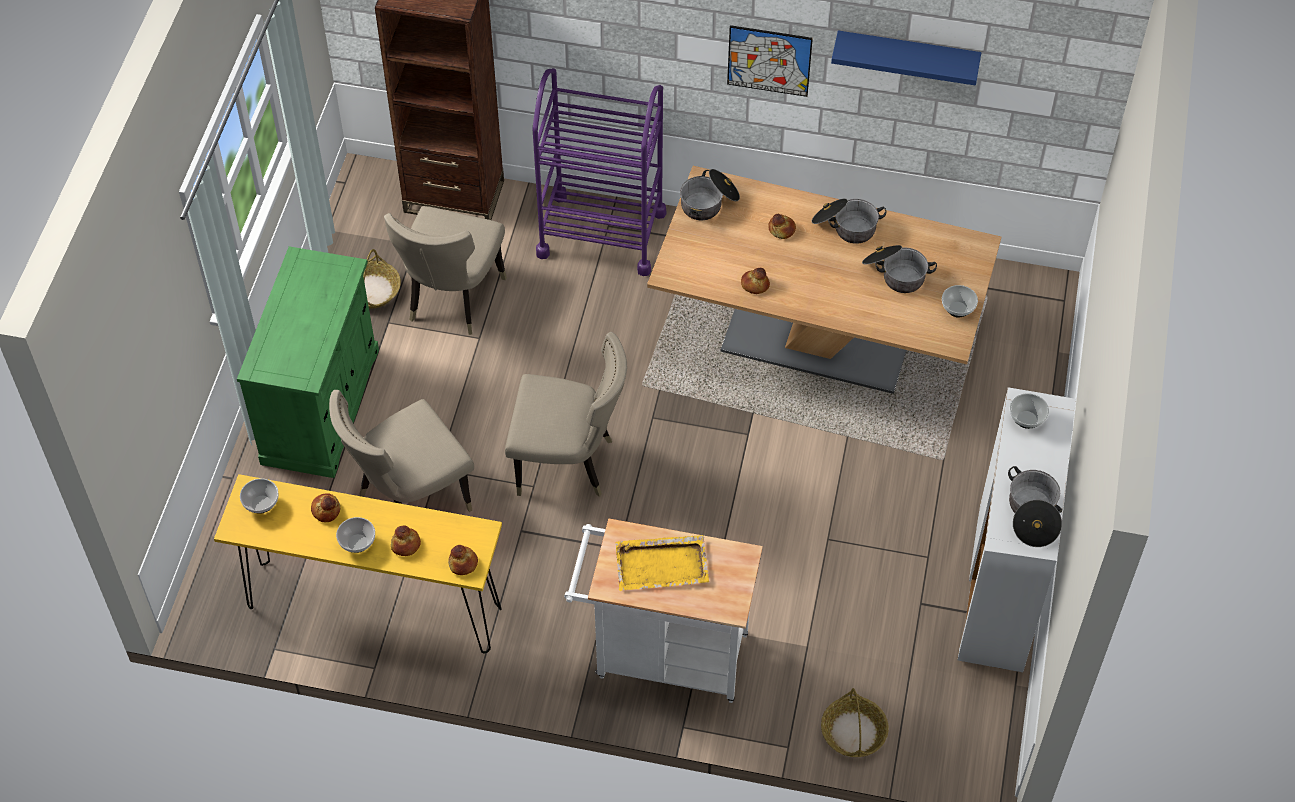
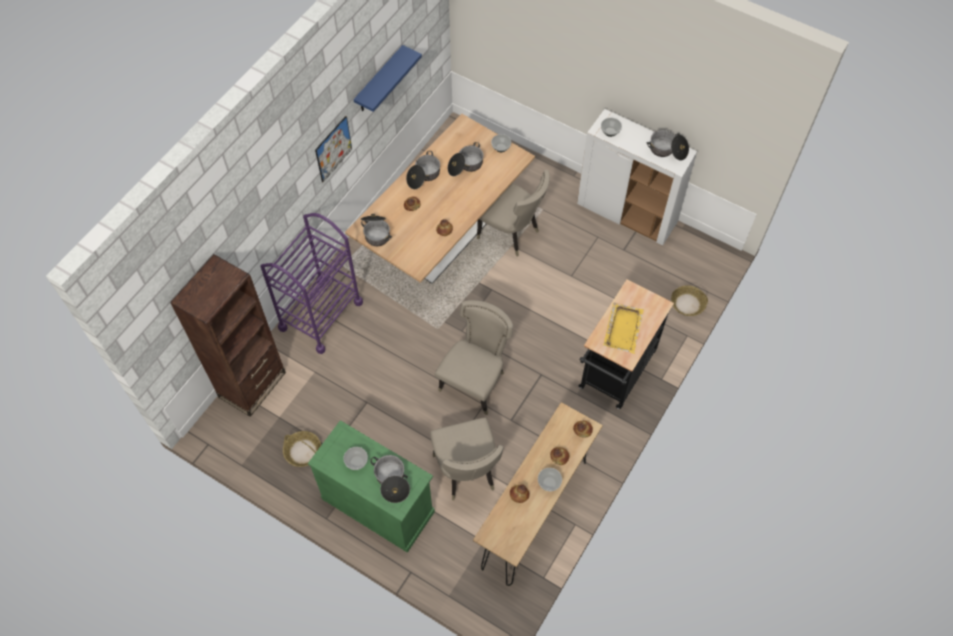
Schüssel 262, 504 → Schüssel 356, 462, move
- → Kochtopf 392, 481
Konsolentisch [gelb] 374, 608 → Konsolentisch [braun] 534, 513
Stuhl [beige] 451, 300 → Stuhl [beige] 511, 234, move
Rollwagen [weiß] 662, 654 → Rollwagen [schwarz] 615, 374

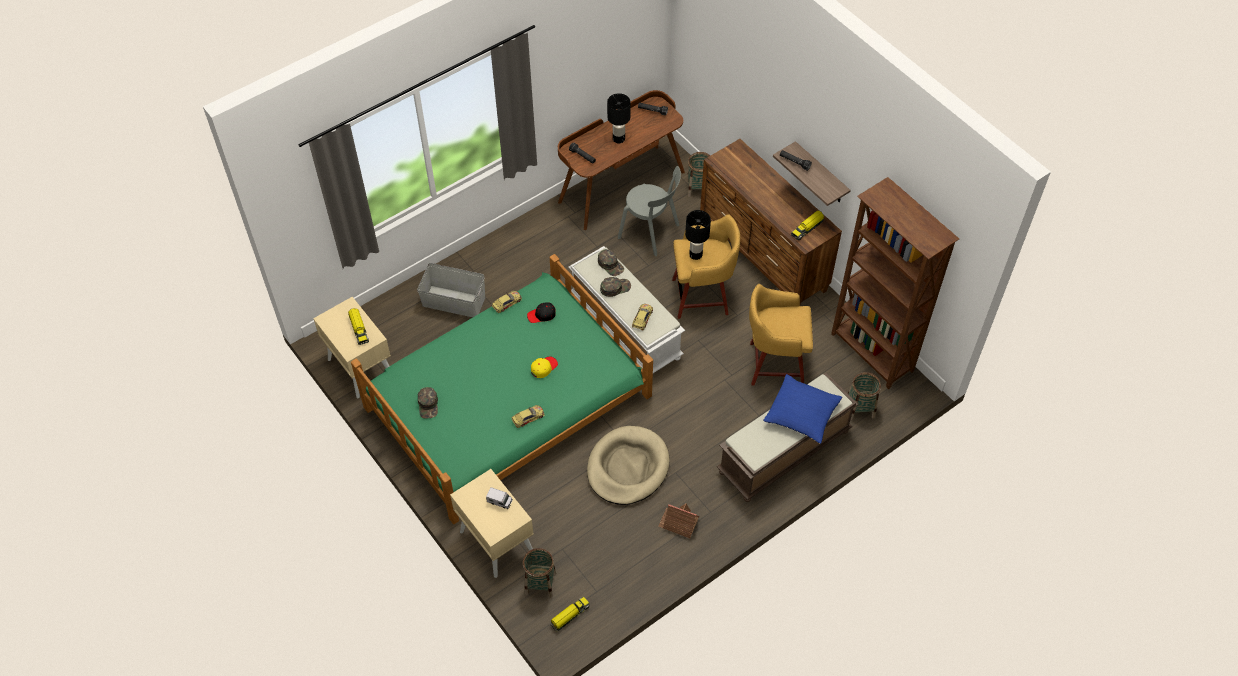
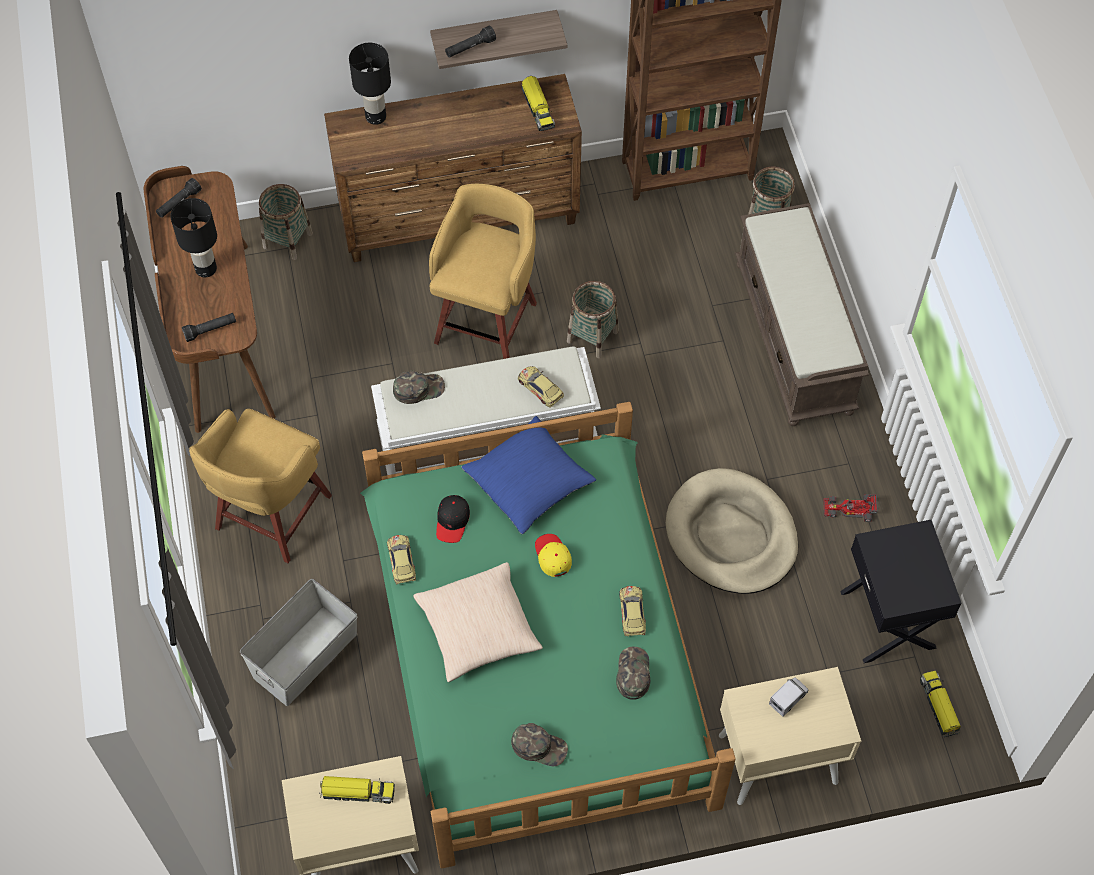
Hocker [gelb] 774, 364 → Hocker [gelb] 270, 515, move
Tischlampe [schwarz] 695, 255 → Tischlampe [schwarz] 376, 117, move
- → Kissen [beige] 478, 628
Kissen [blau] 801, 414 → Kissen [blau] 529, 482, move
Korb 540, 583 → Korb 592, 336, move
Kappe [grün] 615, 287 → Kappe [grün] 632, 673, move
Spielzeughaus 679, 523 → Spielzeugauto 849, 509
- → Nachttisch [schwarz] 889, 619
Stuhl [grau] 651, 232 → -

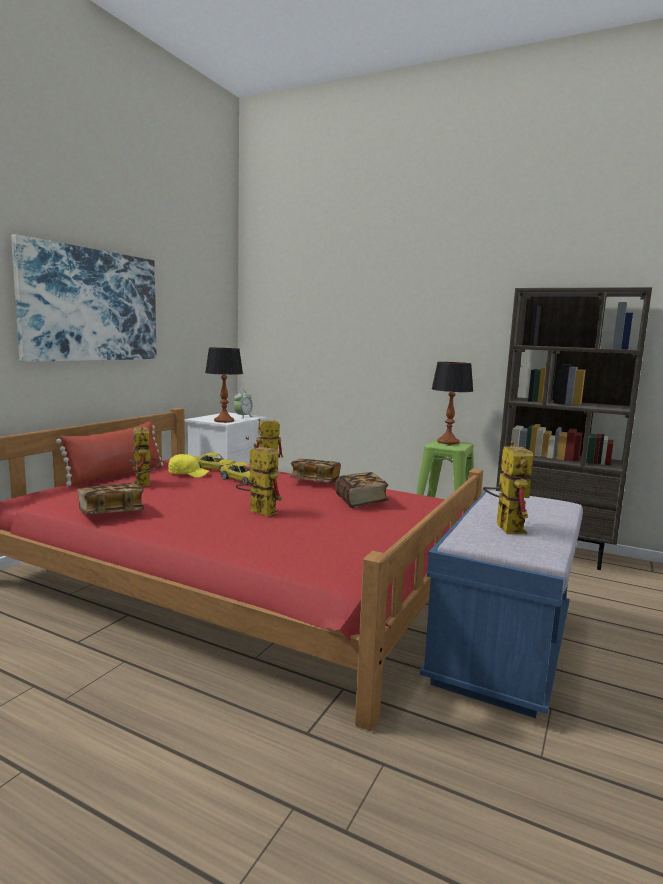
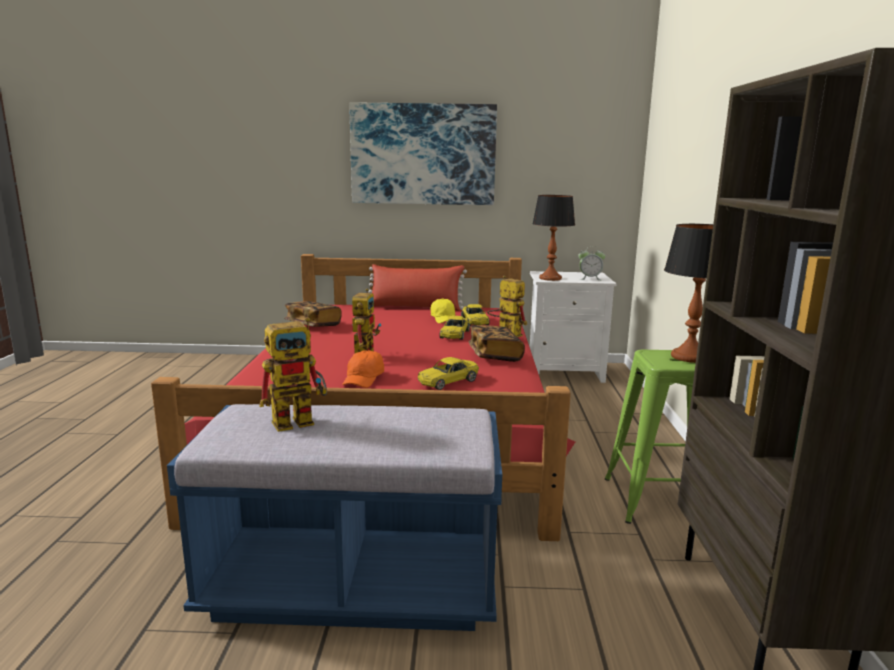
- → Kappe [orange] 363, 379
Buch 361, 502 → Spielzeugauto [gelb] 448, 381
Spielzeugroboter 145, 485 → -

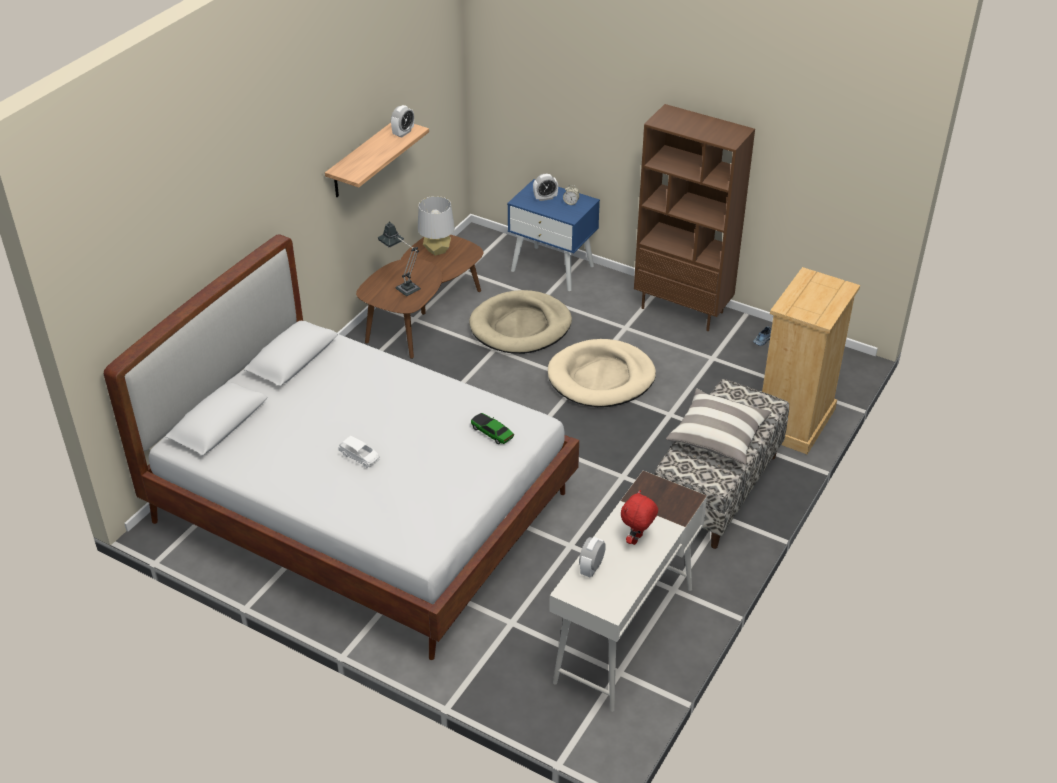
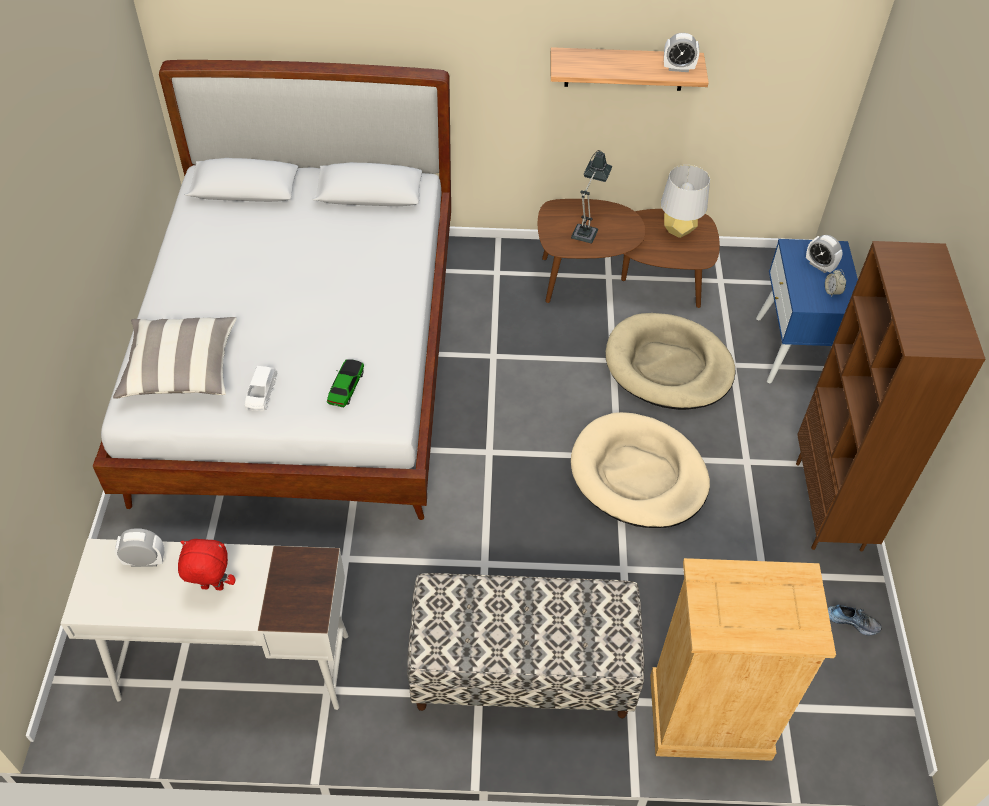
Kissen 718, 437 → Kissen 181, 369, move
Spielzeugauto [weiß] 360, 457 → Spielzeugauto [weiß] 261, 394, move

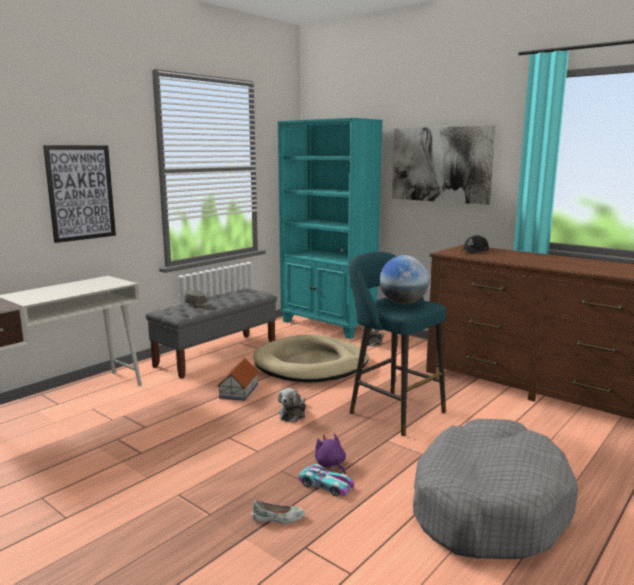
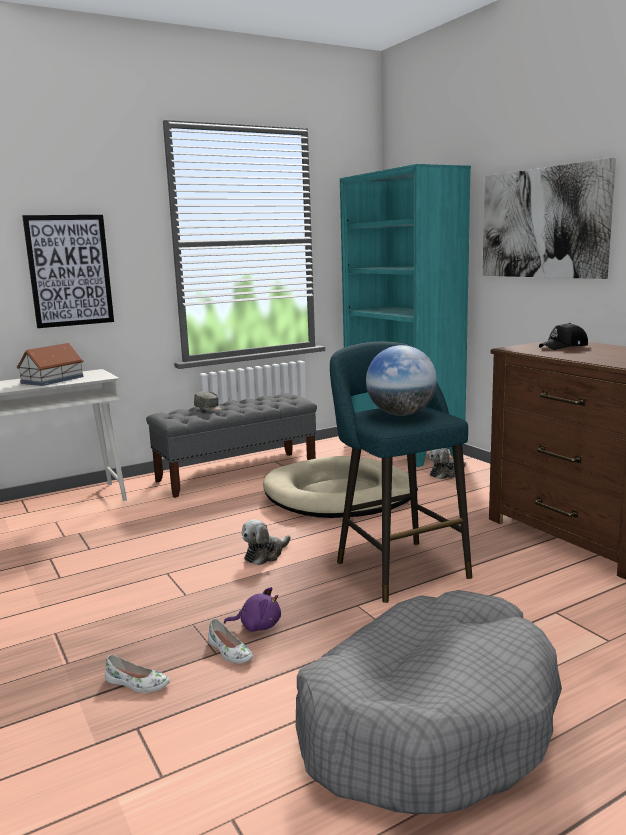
Spielzeughaus 238, 391 → Spielzeughaus 51, 380, move
Spielzeugauto 326, 485 → Schuh [weiß] 229, 651
Plüschtier [lila] 330, 464 → Plüschtier [lila] 257, 626, 105 degrees clockwise

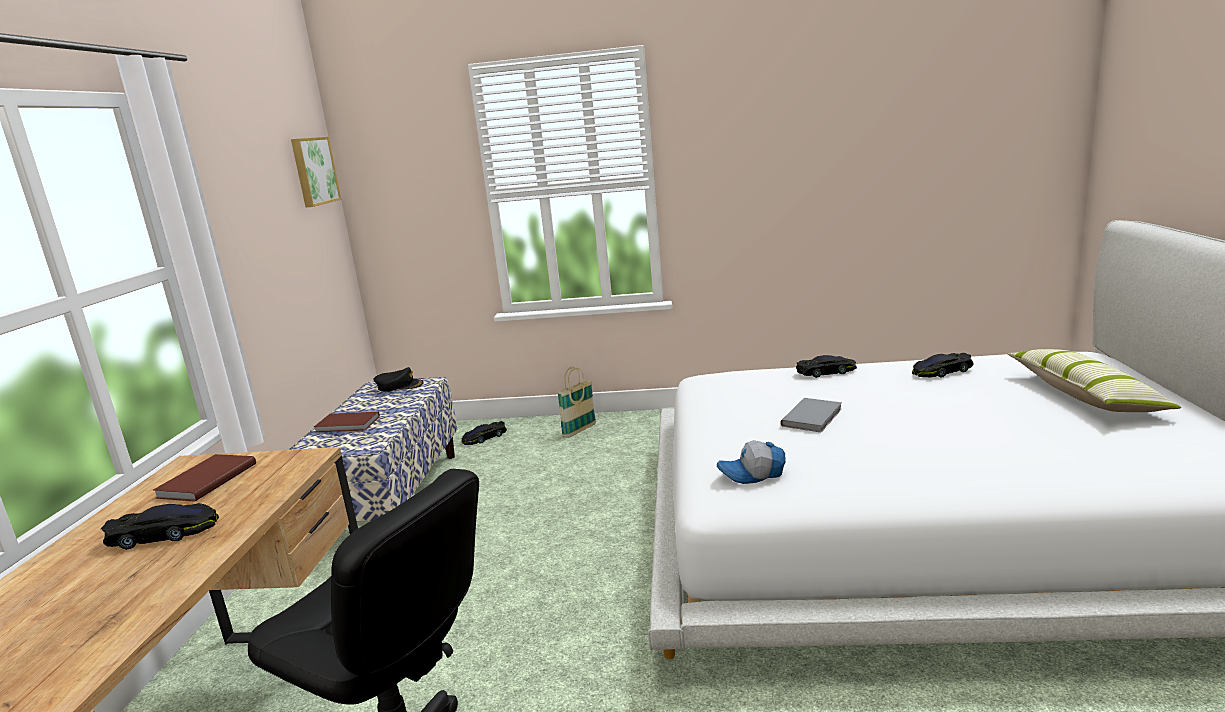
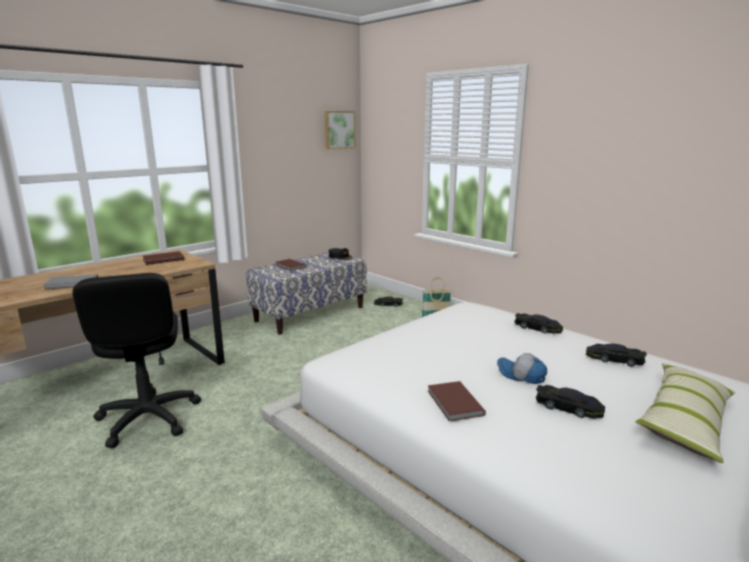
Buch [grau] 813, 417 → Buch [grau] 72, 284, move
- → Buch [braun] 454, 403
Kappe 752, 474 → Kappe 521, 375, move
Spielzeugauto [schwarz] 164, 533 → Spielzeugauto [schwarz] 568, 407, move

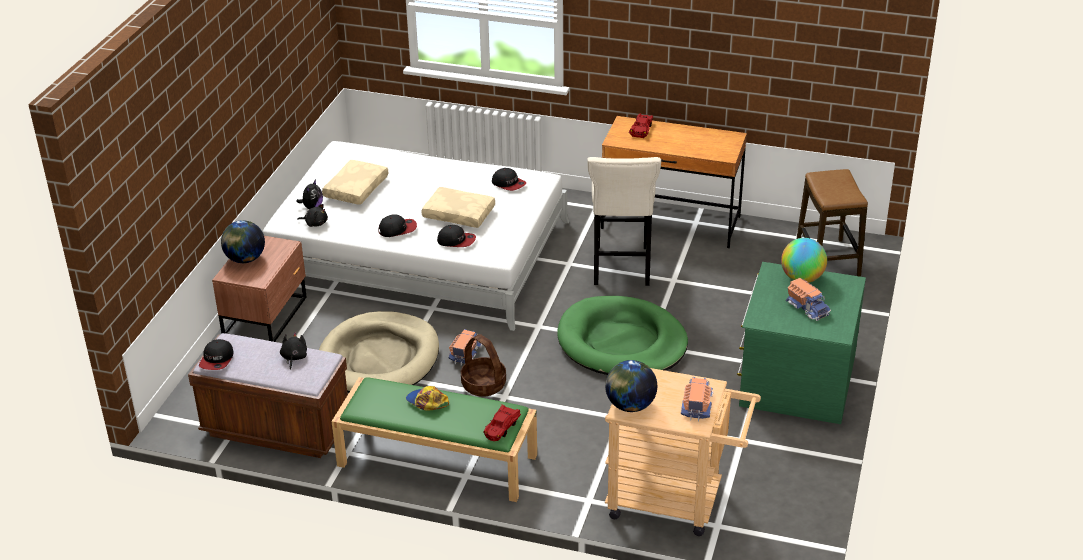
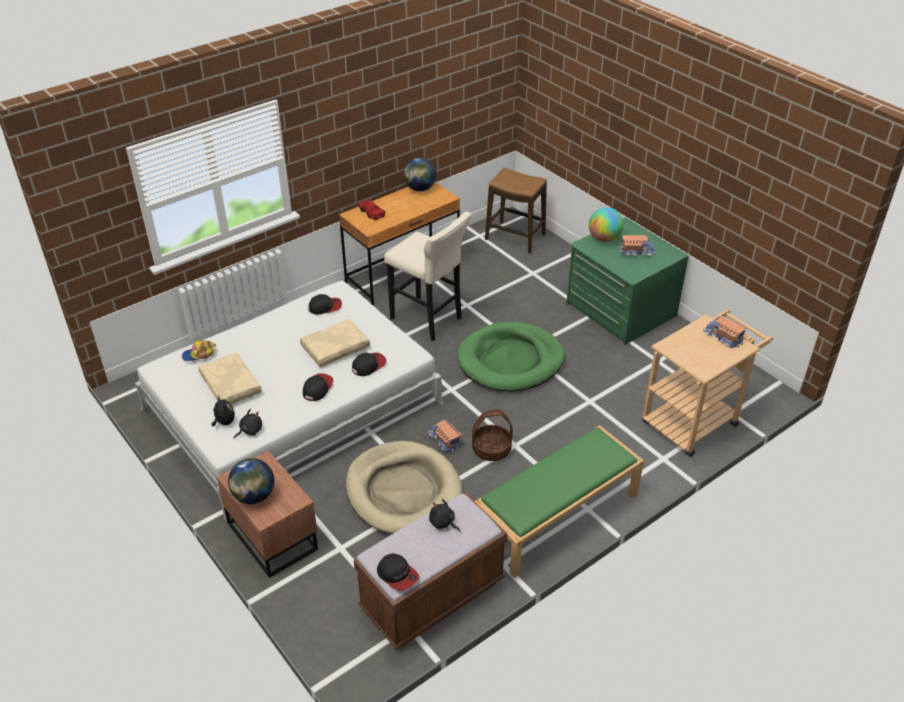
Kappe 426, 402 → Kappe 199, 354, move
Globus 630, 405 → Globus 420, 189, move
Spielzeugauto [rot] 501, 427 → -

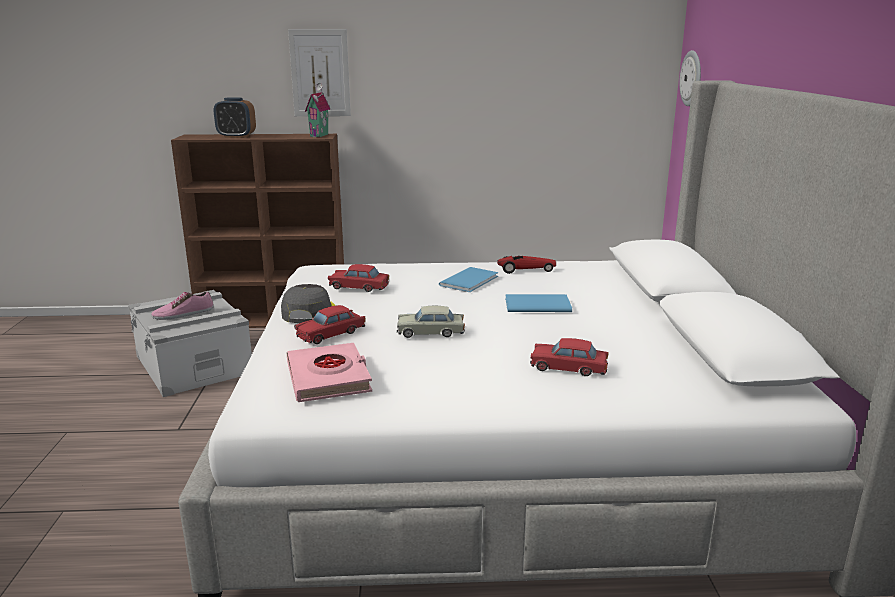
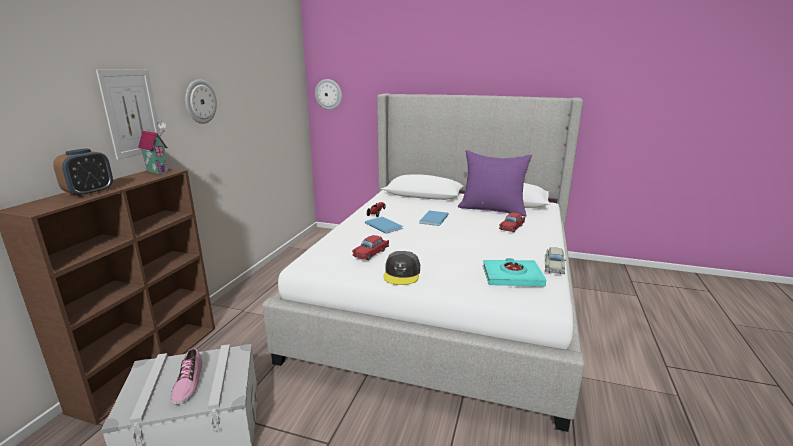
- → Wanduhr 200, 101
Kappe [grau] 308, 312 → Kappe [grau] 402, 274, 105 degrees counterclockwise
- → Kissen [lila] 492, 209
Buch [rosa] 329, 378 → Buch [türkis] 512, 277
Spielzeugauto [beige] 430, 332 → Spielzeugauto [beige] 554, 266, move
Spielzeugauto [rot] 331, 334 → -

